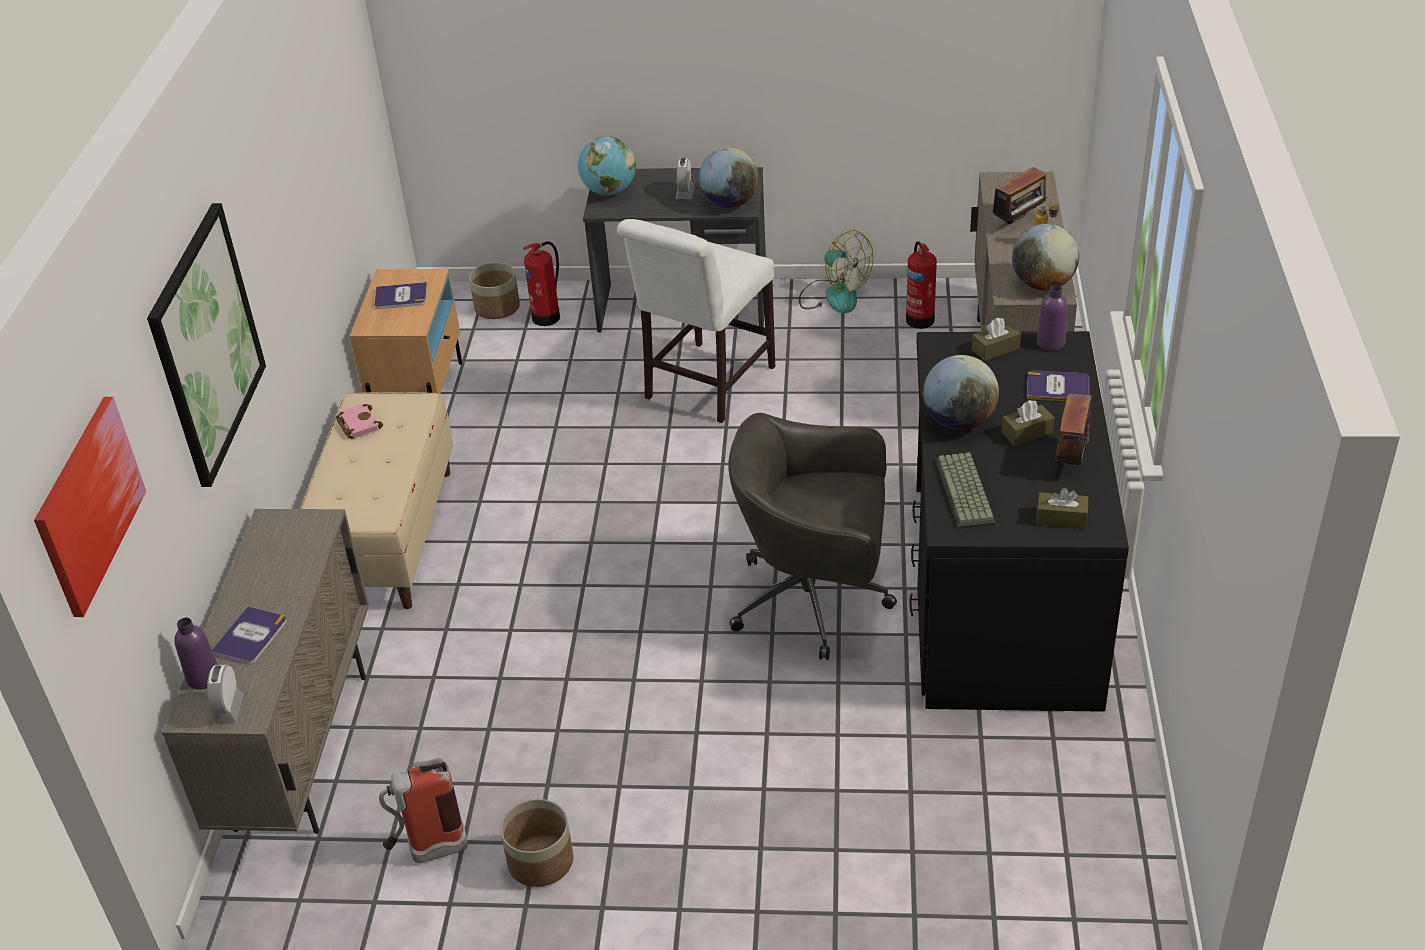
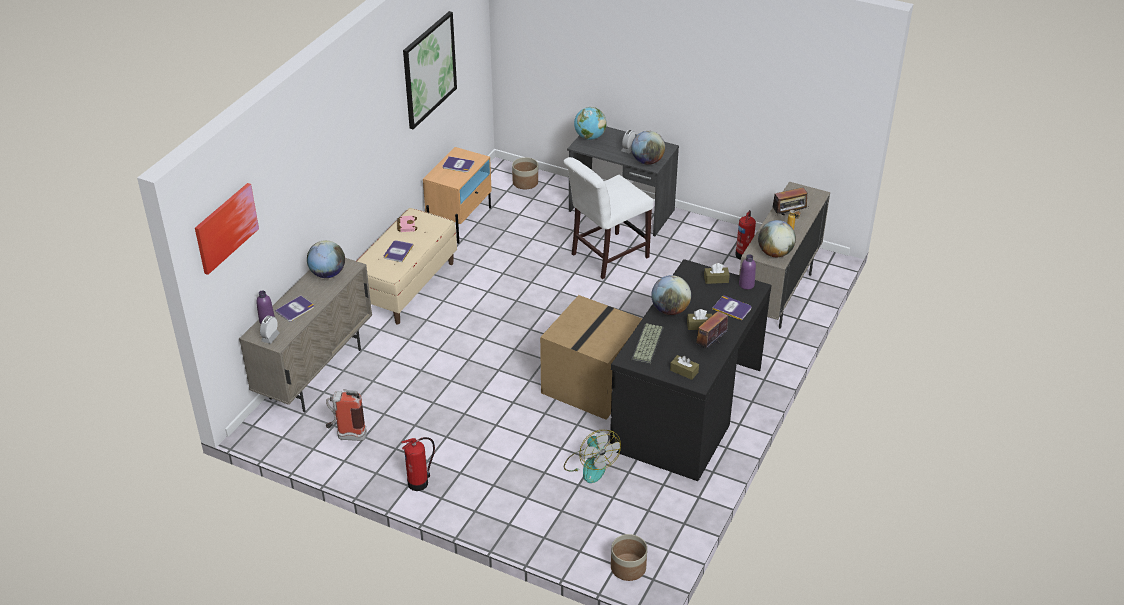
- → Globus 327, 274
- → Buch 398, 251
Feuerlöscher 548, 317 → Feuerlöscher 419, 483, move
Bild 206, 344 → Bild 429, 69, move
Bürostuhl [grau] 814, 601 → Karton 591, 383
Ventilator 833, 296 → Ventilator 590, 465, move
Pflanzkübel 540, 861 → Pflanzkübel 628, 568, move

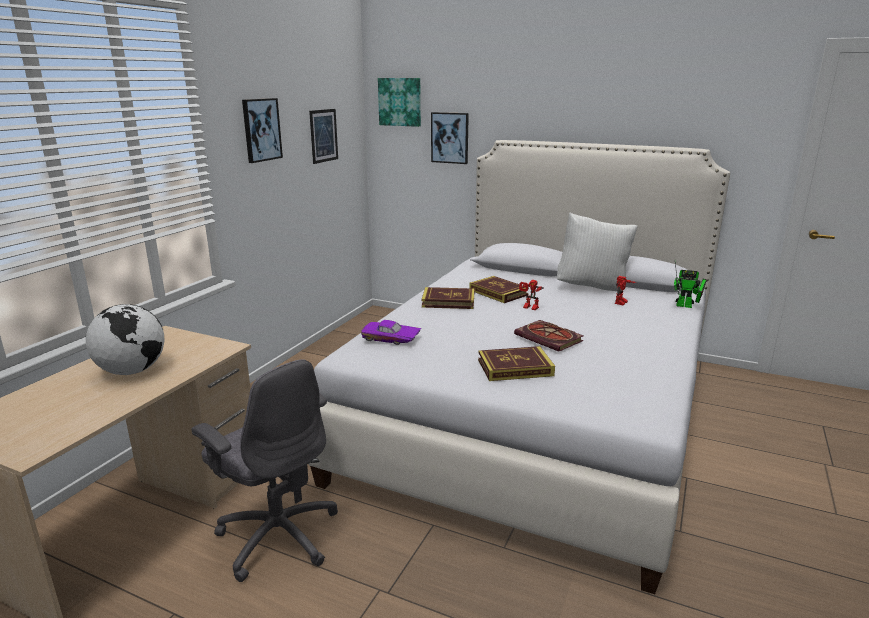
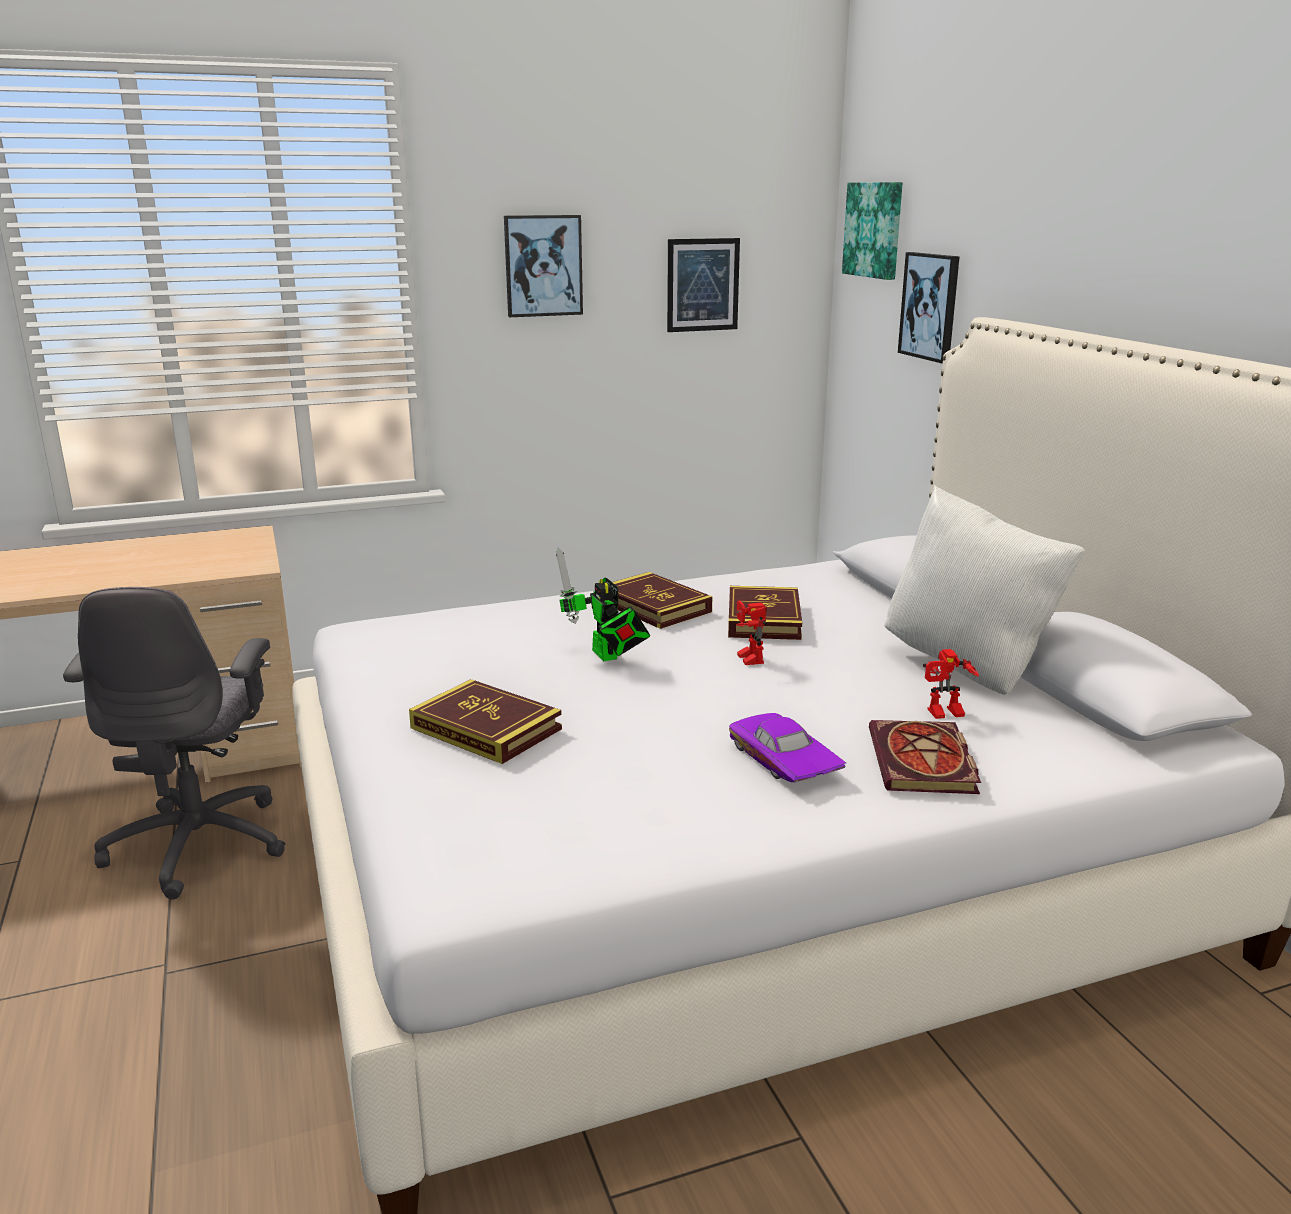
Spielzeugroboter 686, 306 → Spielzeugroboter 606, 656, move
Spielzeugauto [lila] 390, 339 → Spielzeugauto [lila] 780, 762, move
Buch 550, 338 → Buch 925, 764, move
Globus 132, 371 → -

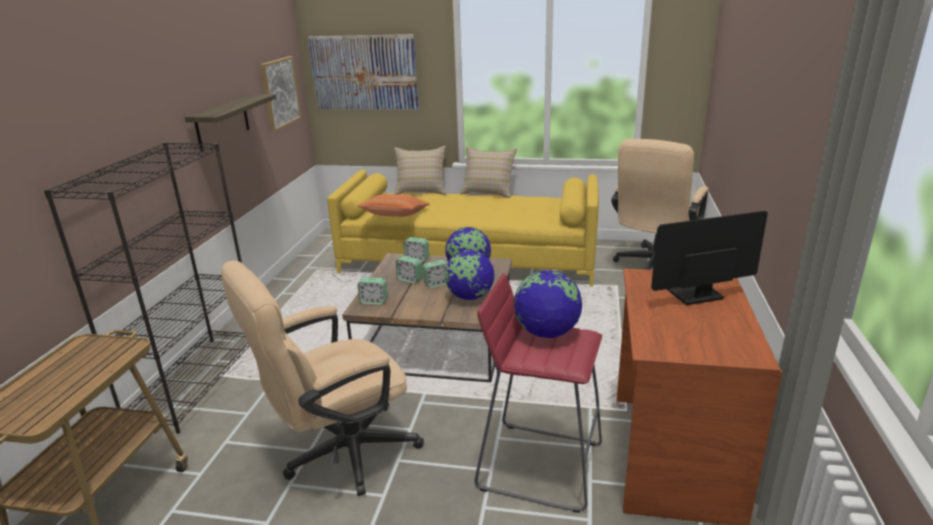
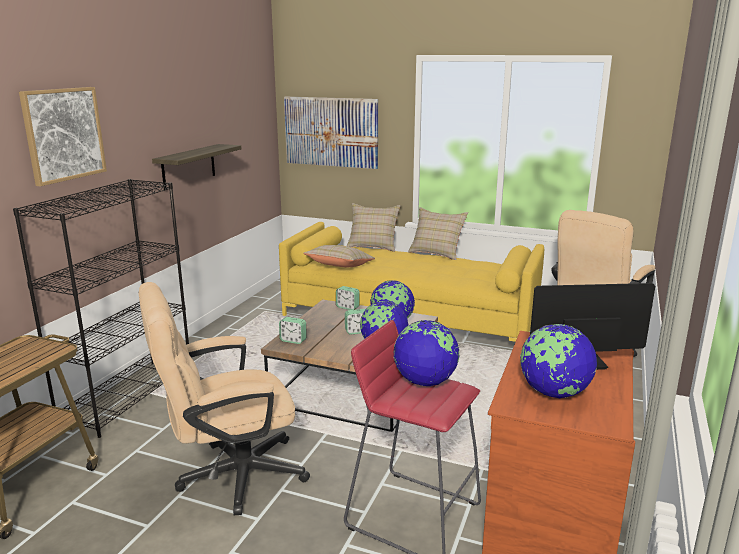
Bild 280, 93 → Bild 64, 134, move
Kissen [orange] 395, 216 → Kissen [beige] 339, 267
- → Globus 554, 393
Wecker 409, 279 → -

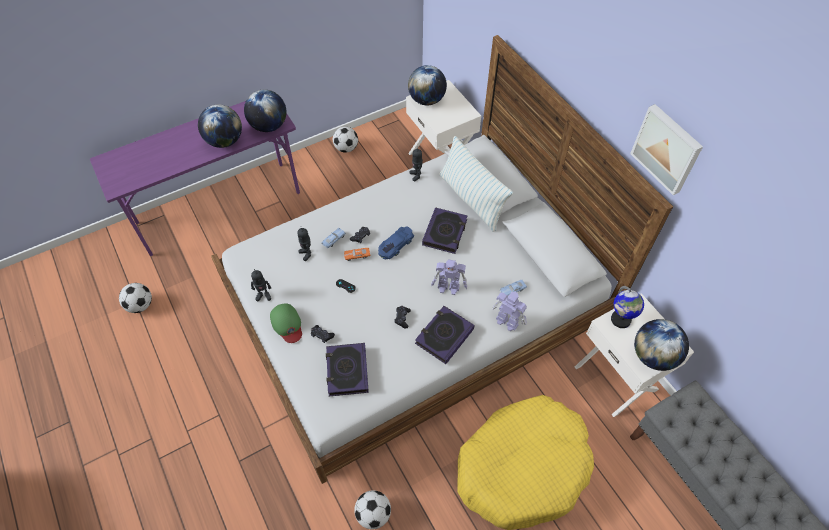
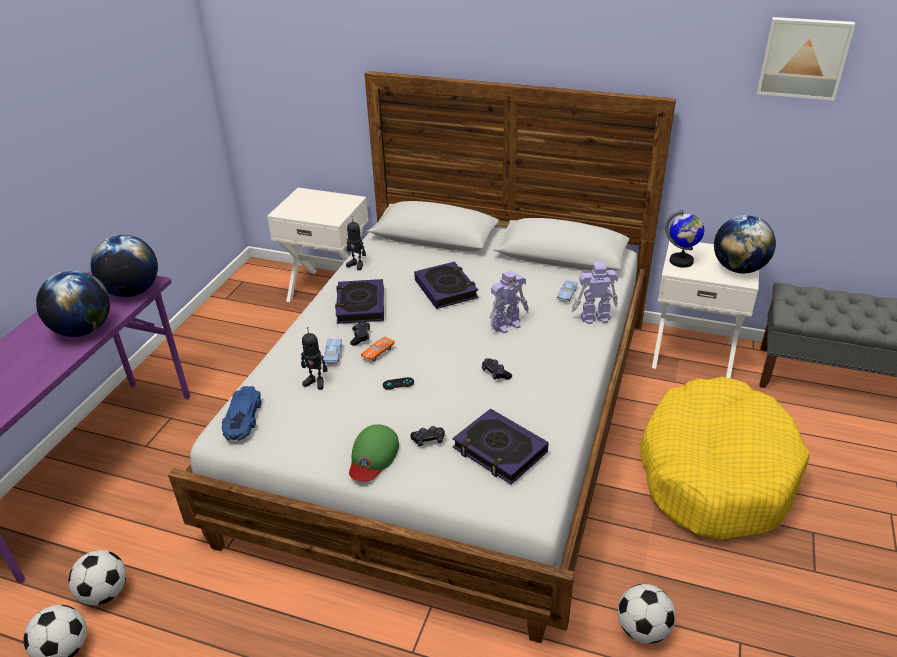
Fußball 346, 148 → Fußball 105, 593, move
Spielzeugauto [blau] 395, 245 → Spielzeugauto [blau] 242, 418, move
Buch 444, 336 → Buch 360, 306, move
Kappe [grün] 287, 324 → Kappe [grün] 373, 456, 90 degrees clockwise
Bild 667, 149 → Bild 803, 57, move
Spielzeugroboter 263, 295 → -
Globus 427, 100 → -
Kissen 471, 199 → -

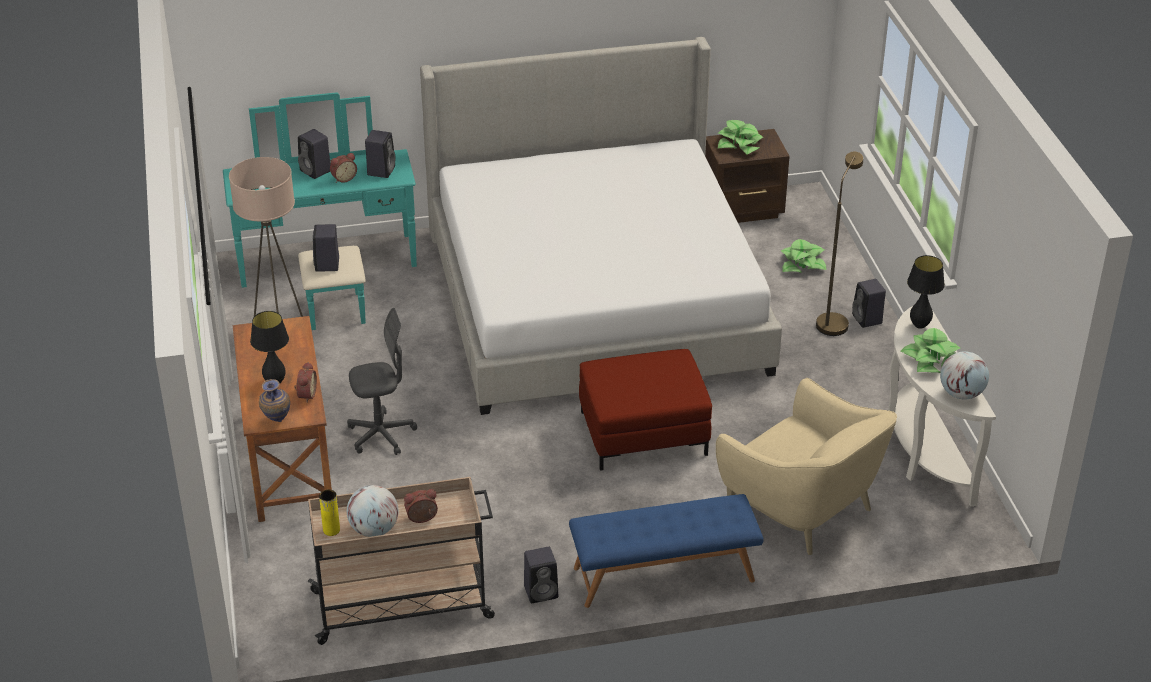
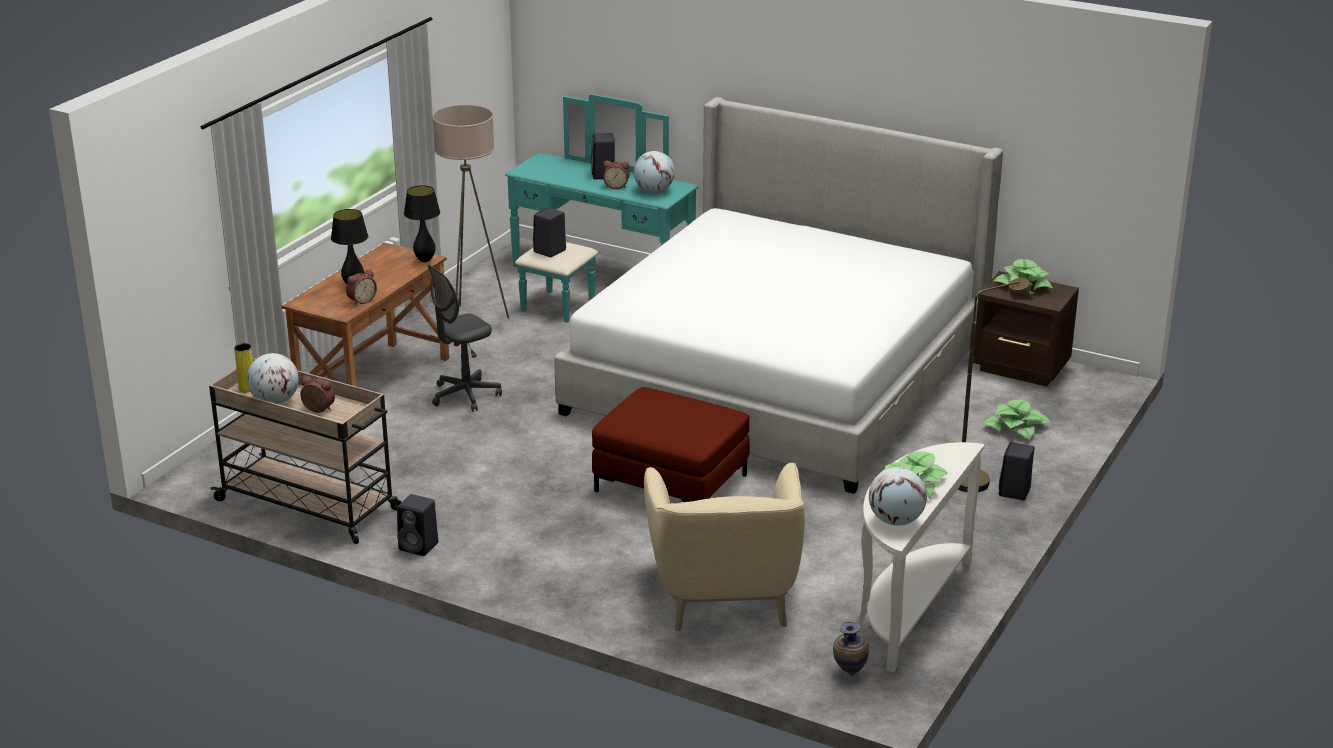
Tischlampe [schwarz] 919, 325 → Tischlampe [schwarz] 424, 260, move
Bürostuhl [grau] 381, 435 → Bürostuhl [grau] 465, 395, 120 degrees clockwise
Lautsprecher [schwarz] 381, 170 → Globus 654, 191
Vase 276, 421 → Vase 849, 673, move
Bank [blau] 664, 575 → -

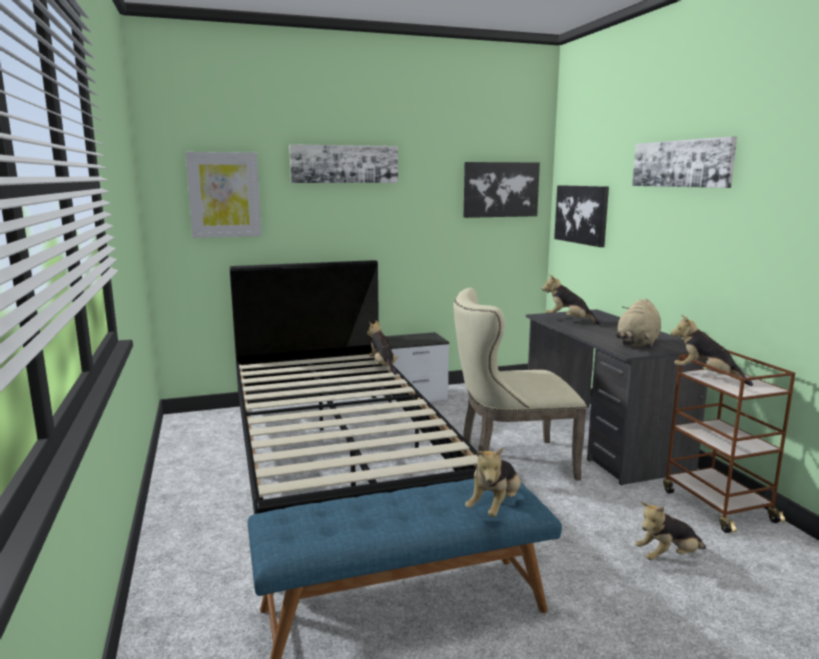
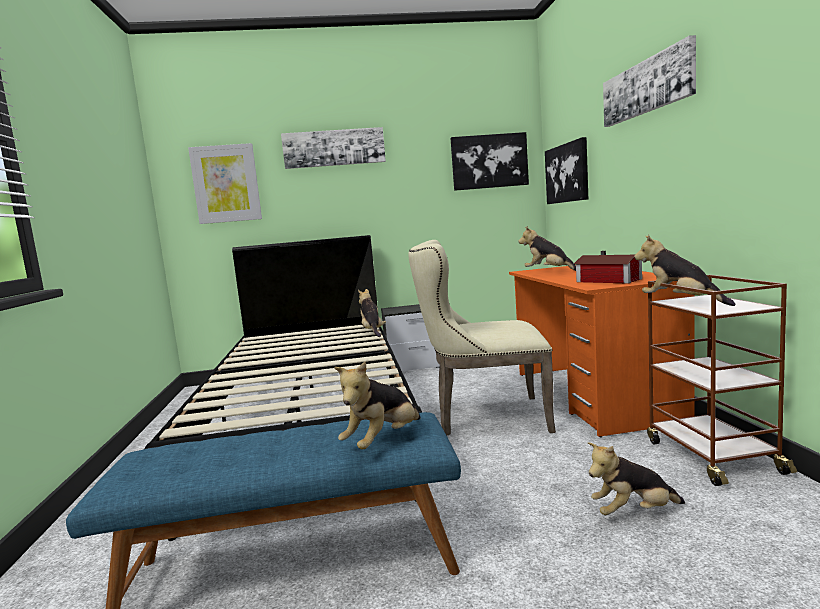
Schreibtisch [grau] 601, 440 → Schreibtisch [orange] 592, 395
Plüschtier [beige] 637, 344 → Spielzeughaus 609, 280

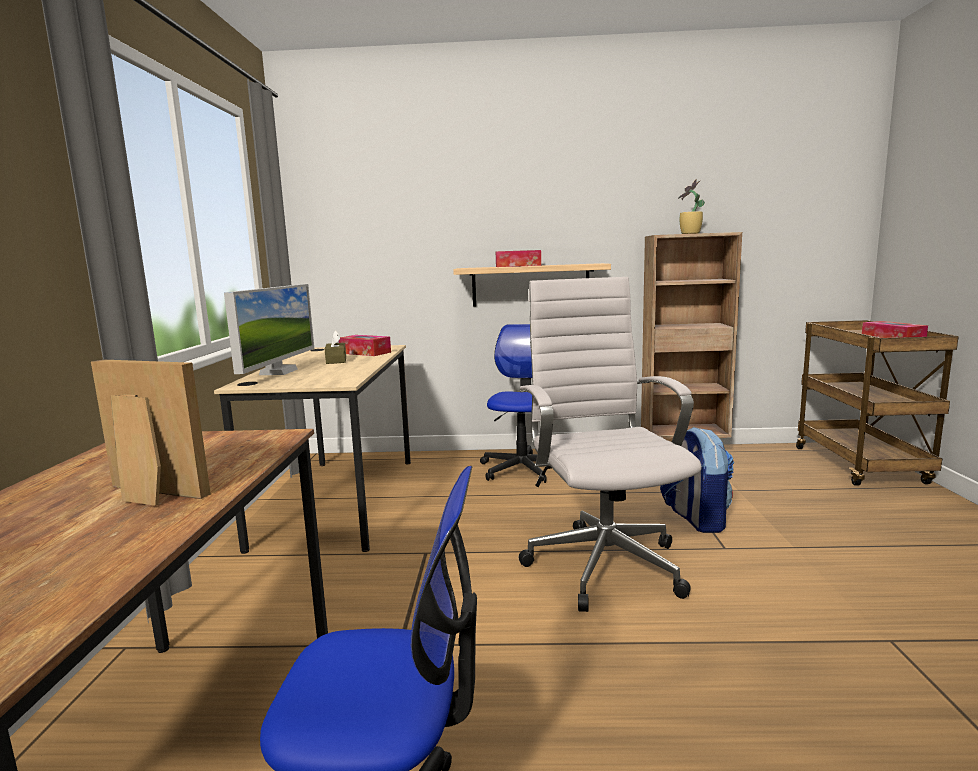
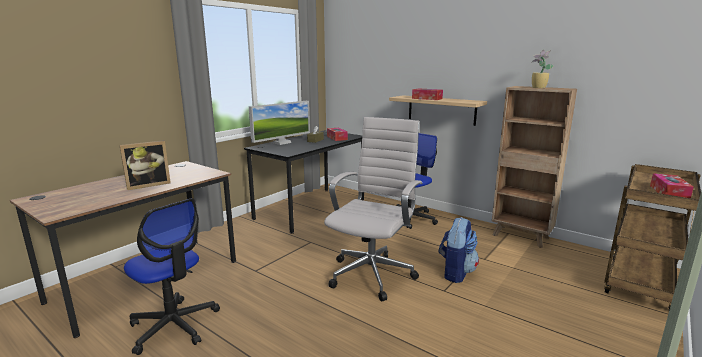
Bilderrahmen 148, 495 → Bilderrahmen 148, 185, 90 degrees clockwise
Schreibtisch [beige] 340, 500 → Schreibtisch [schwarz] 311, 209

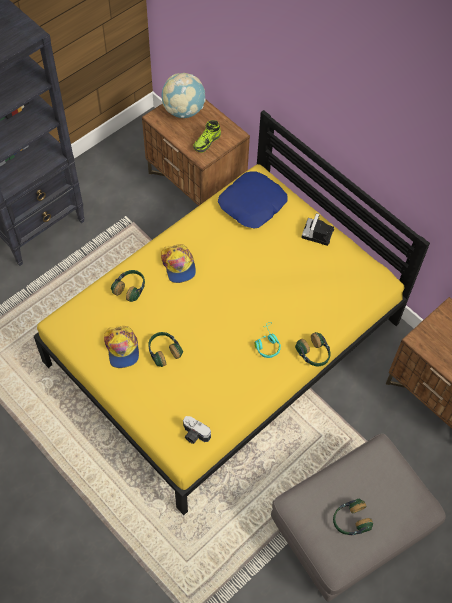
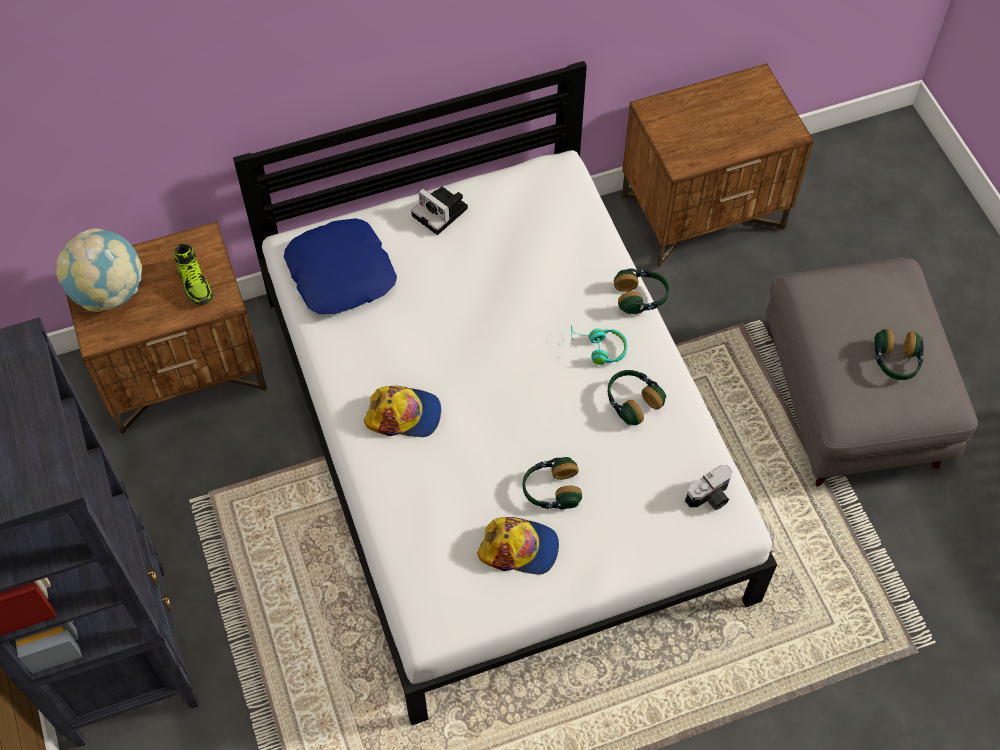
Bett [gelb] 224, 343 → Bett [weiß] 501, 443
Kopfhörer 130, 288 → Kopfhörer 632, 401, move

